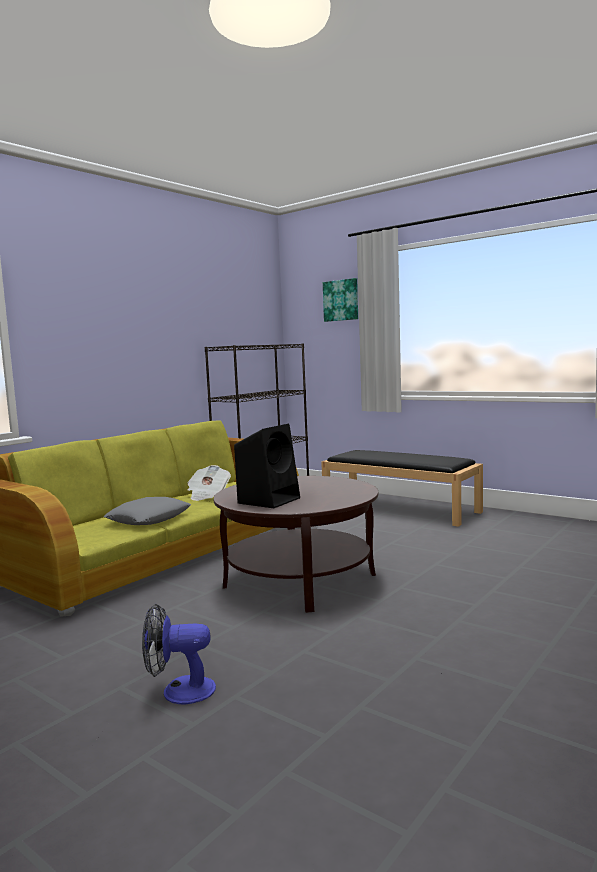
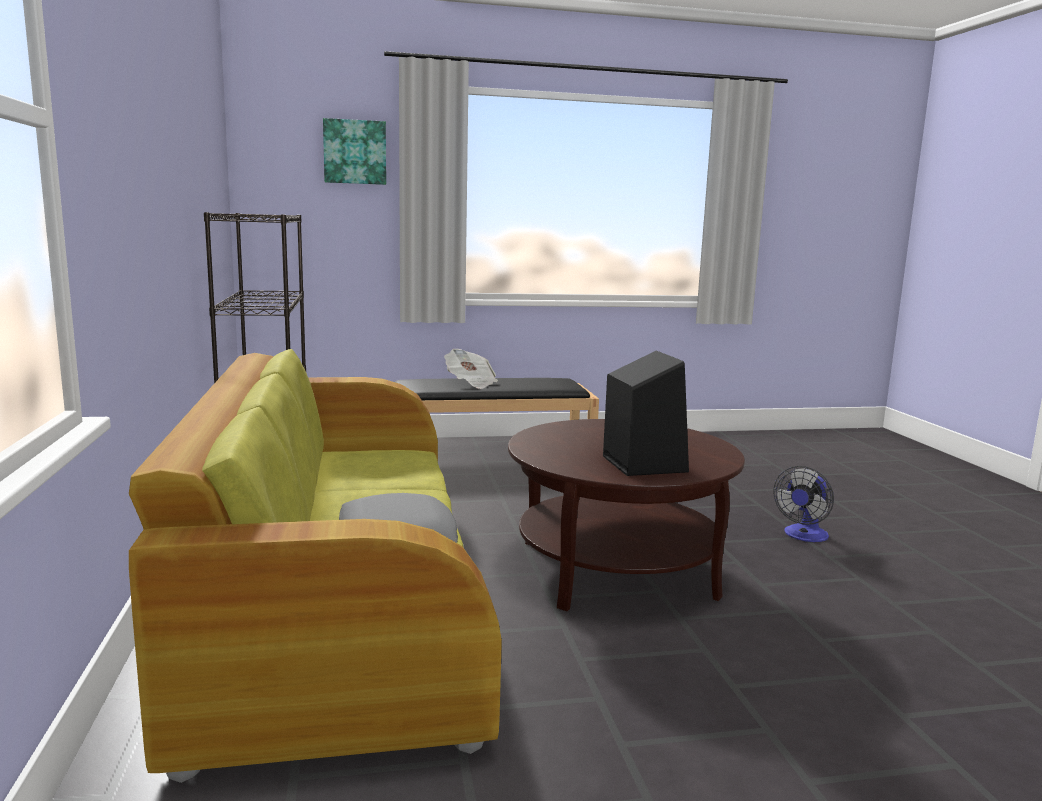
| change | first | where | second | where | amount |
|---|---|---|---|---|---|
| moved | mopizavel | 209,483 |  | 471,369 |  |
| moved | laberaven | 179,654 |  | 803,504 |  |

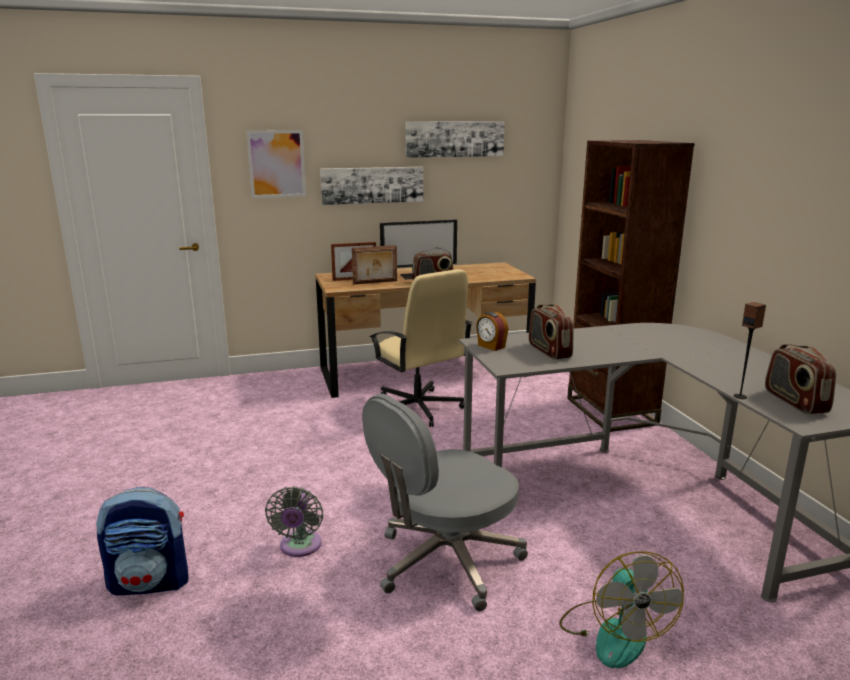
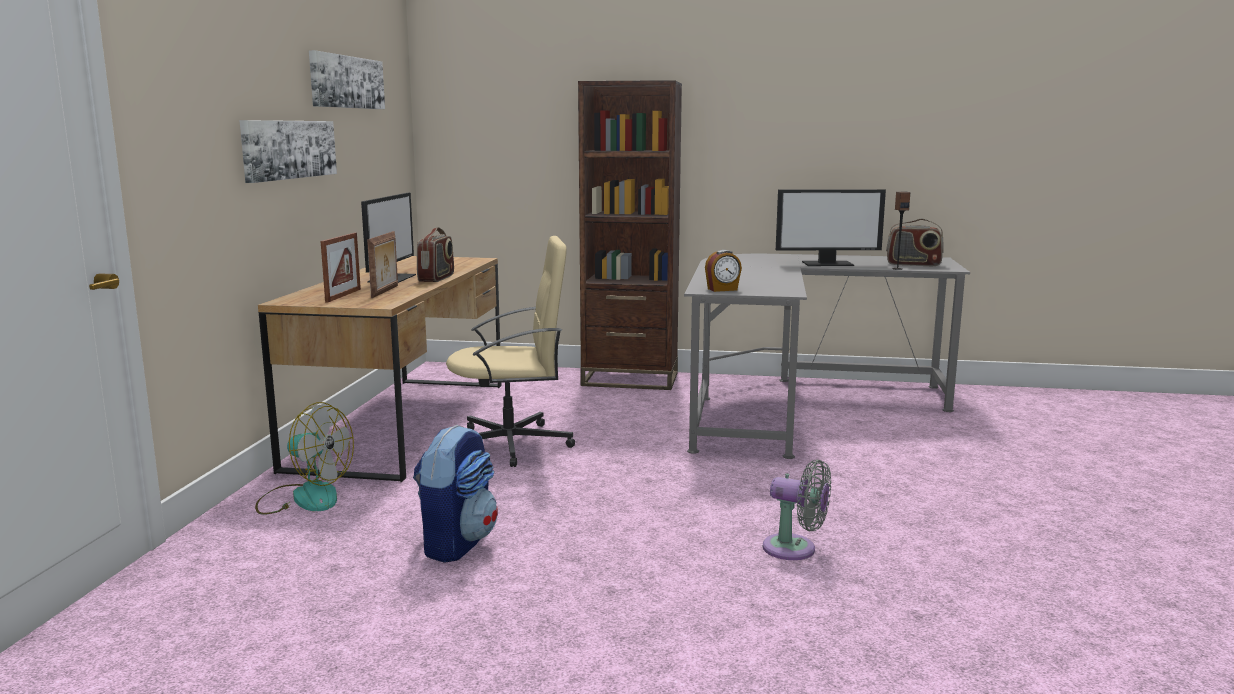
| change | first | where | second | where | amount |
|---|---|---|---|---|---|
| moved | laberaven | 621,609 |  | 304,458 |  |
| moved | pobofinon | 142,541 |  | 455,494 |  |
| added |  |  | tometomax | 831,227 |  |
| removed | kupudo | 276,164 |  |  |  |
| removed | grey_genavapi | 445,502 |  |  |  |
| removed | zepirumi | 551,332 |  |  |  |

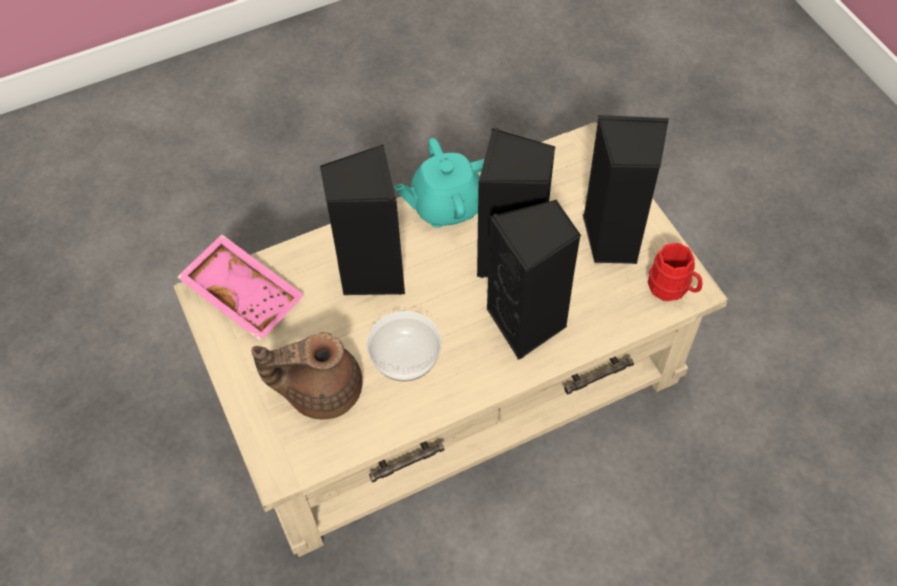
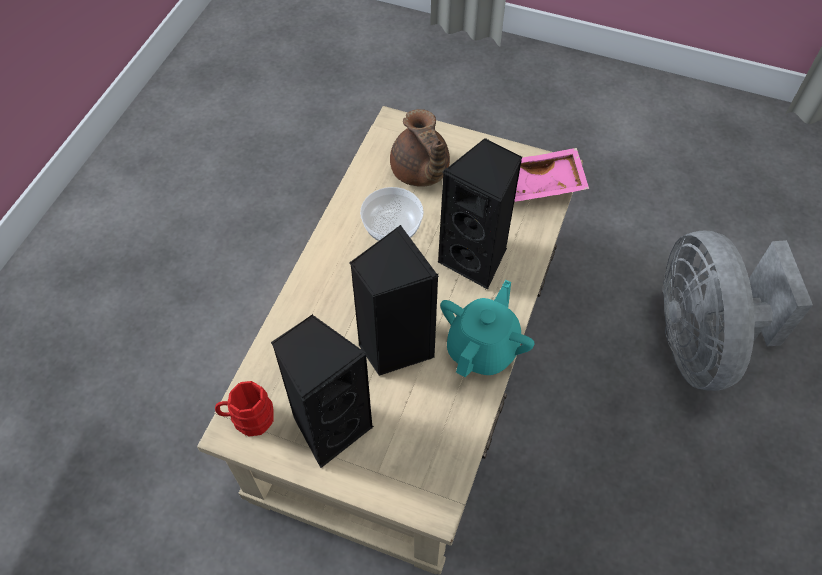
| change | first | where | second | where | amount |
|---|---|---|---|---|---|
| turned | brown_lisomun | 307,376 |  | 420,148 | 120 degrees clockwise |
| added |  |  | grey_laberaven | 737,310 |  |
| removed | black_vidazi | 534,280 |  |  |  |

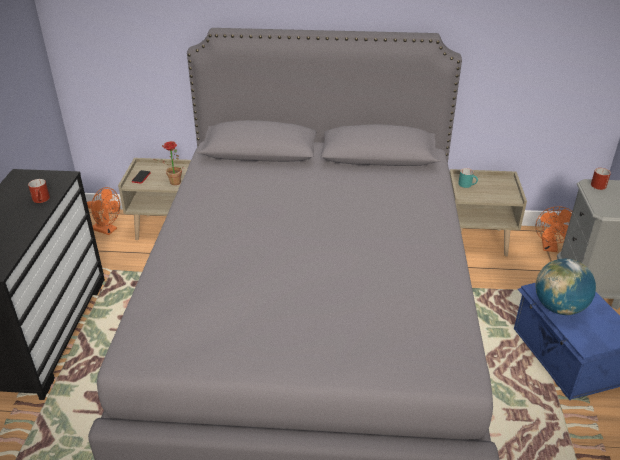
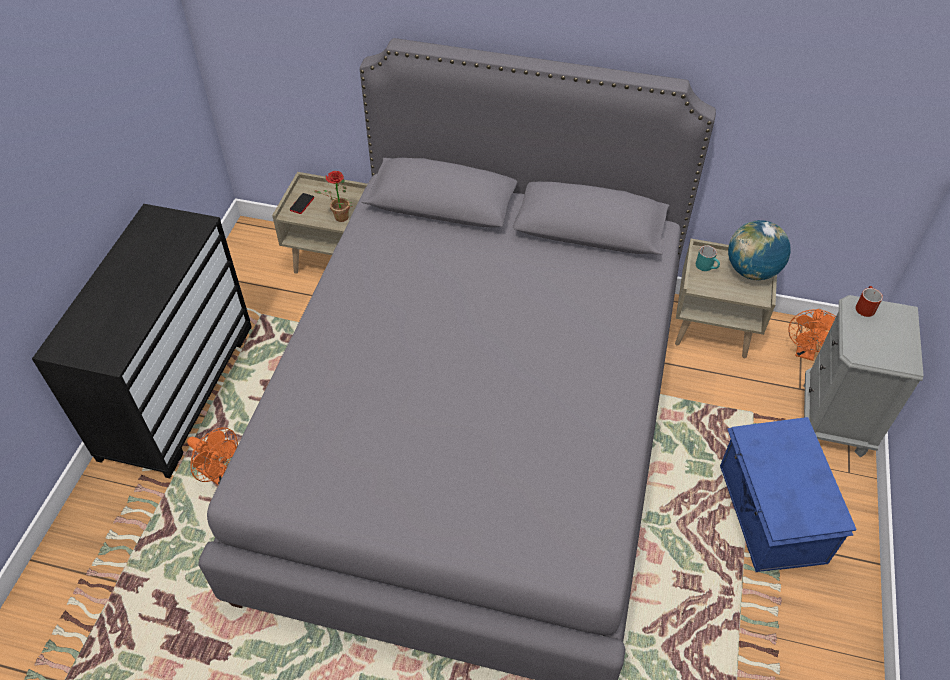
| change | first | where | second | where | amount |
|---|---|---|---|---|---|
| moved | orange_laberaven | 103,211 |  | 212,456 |  |
| moved | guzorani | 565,287 |  | 759,250 |  |
| removed | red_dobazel | 39,191 |  |  |  |

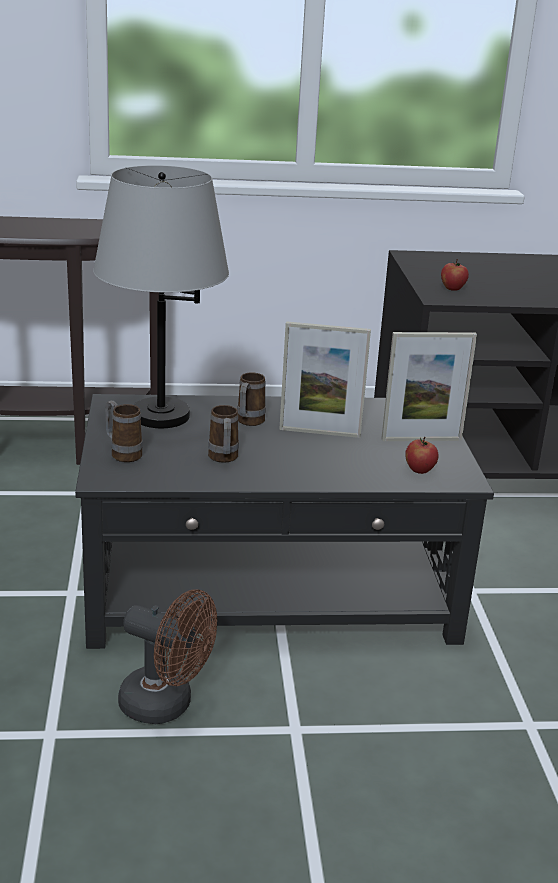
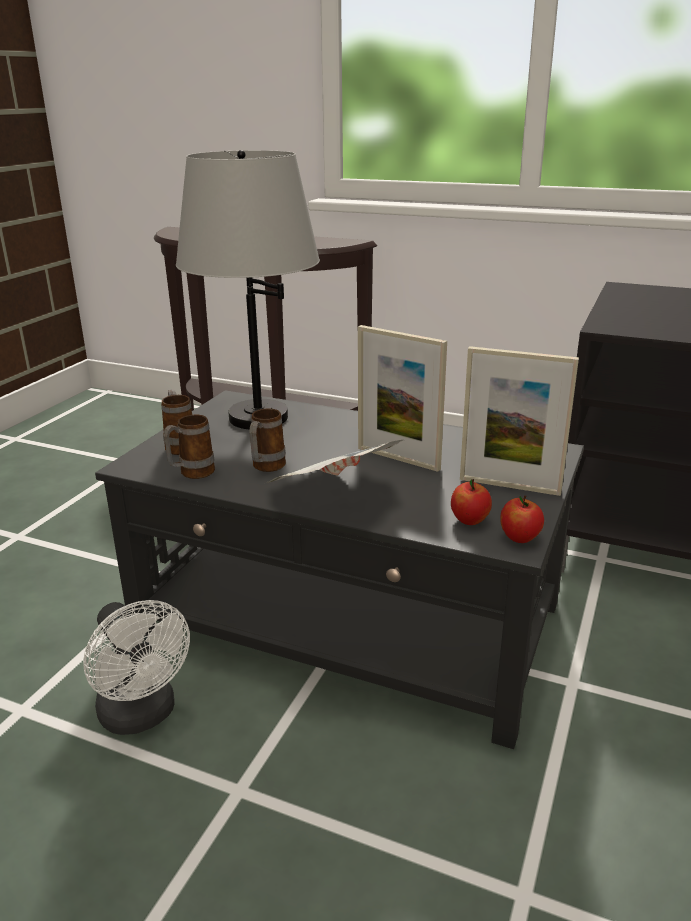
| change | first | where | second | where | amount |
|---|---|---|---|---|---|
| recoloured | brown_laberaven | 167,656 | white_laberaven | 136,667 |  |
| moved | dobazel | 251,399 |  | 189,447 |  |
| added |  |  | mopizavel | 335,461 |  |
| moved | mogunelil | 455,275 |  | 522,519 |  |

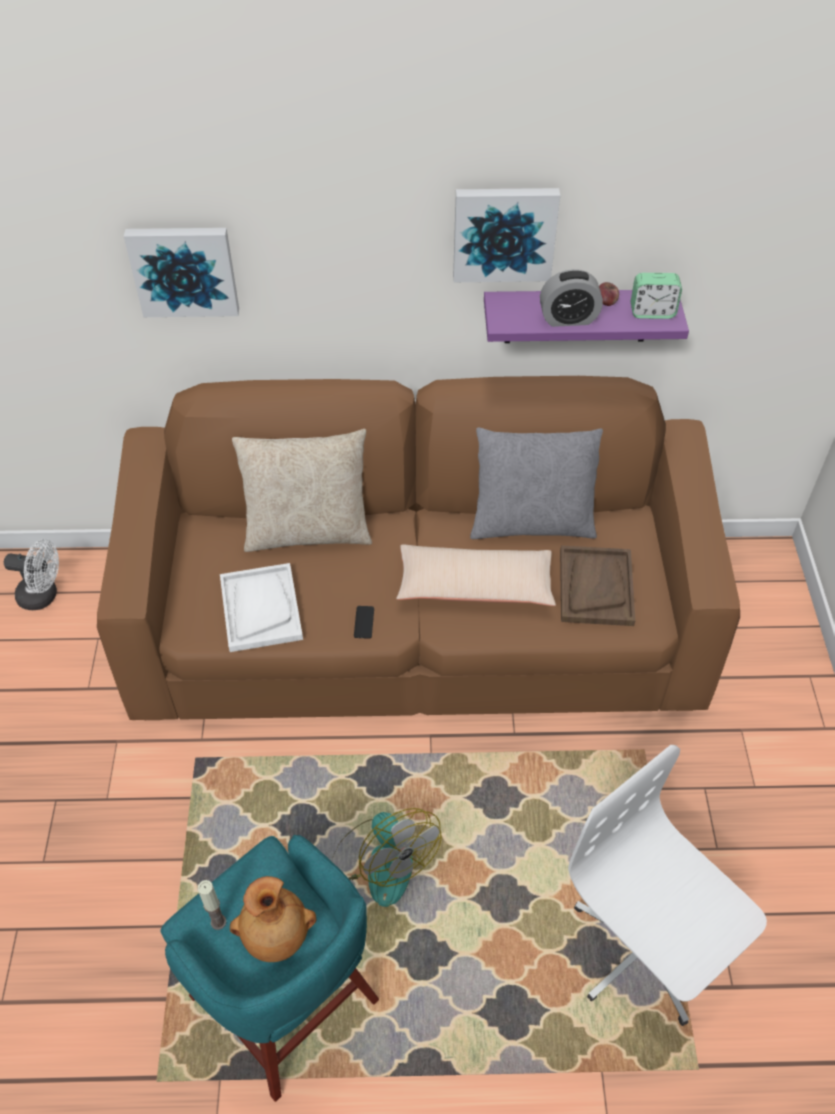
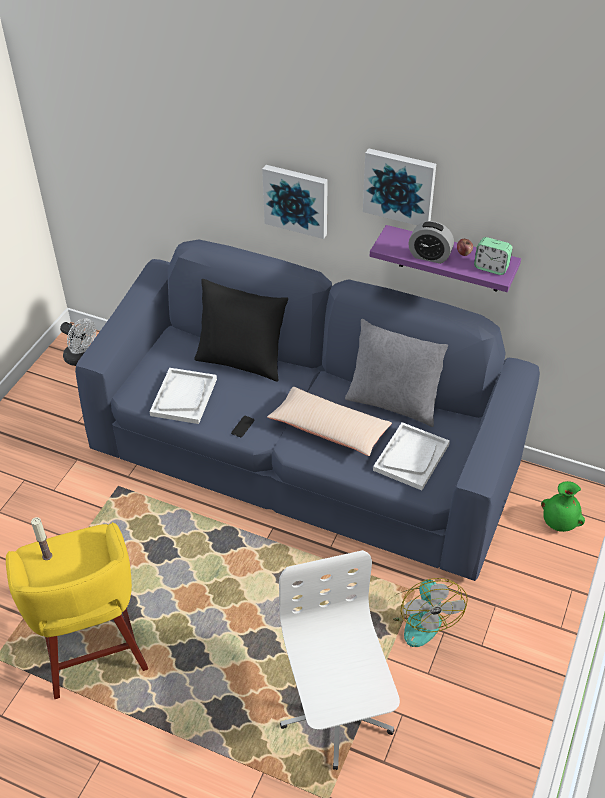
| change | first | where | second | where | amount |
|---|---|---|---|---|---|
| recoloured | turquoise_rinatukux | 270,968 | yellow_rinatukux | 77,610 |  |
| recoloured | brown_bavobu | 418,548 | blue_bavobu | 307,410 |  |
| recoloured | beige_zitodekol | 302,490 | black_zitodekol | 241,330 |  |
| moved | kupudo | 181,272 |  | 295,202 |  |
| recoloured | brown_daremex | 597,585 | white_daremex | 411,456 |  |
| moved | laberaven | 387,857 |  | 430,612 |  |
| added |  |  | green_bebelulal | 563,506 |  |
| removed | brown_bebelulal | 273,919 |  |  |  |

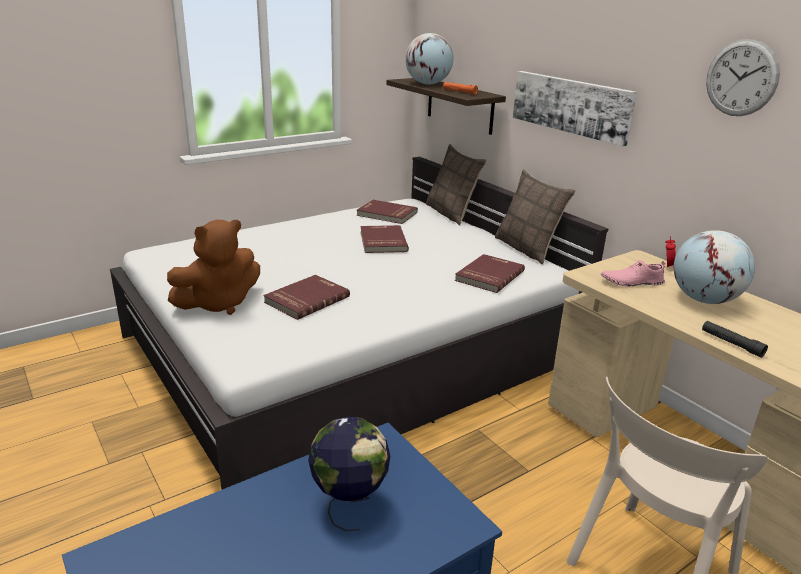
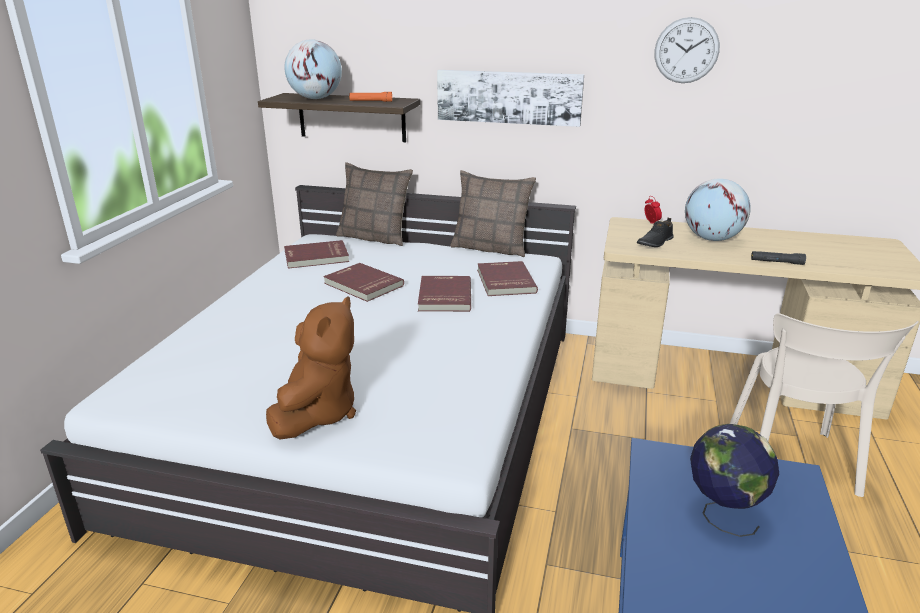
| change | first | where | second | where | amount |
|---|---|---|---|---|---|
| moved | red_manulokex | 306,297 |  | 444,294 |  |
| recoloured | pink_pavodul | 633,273 | black_pavodul | 655,232 |  |

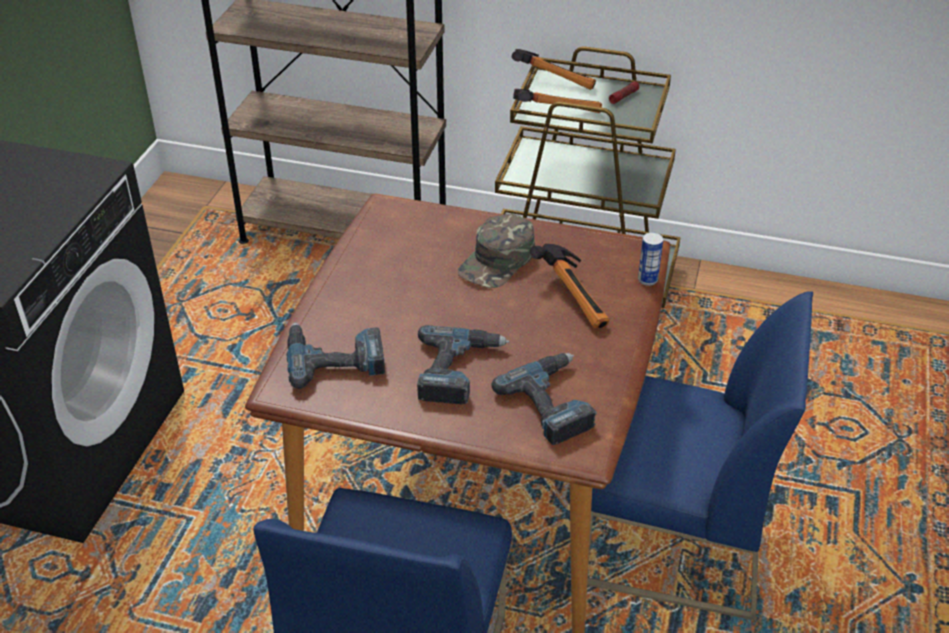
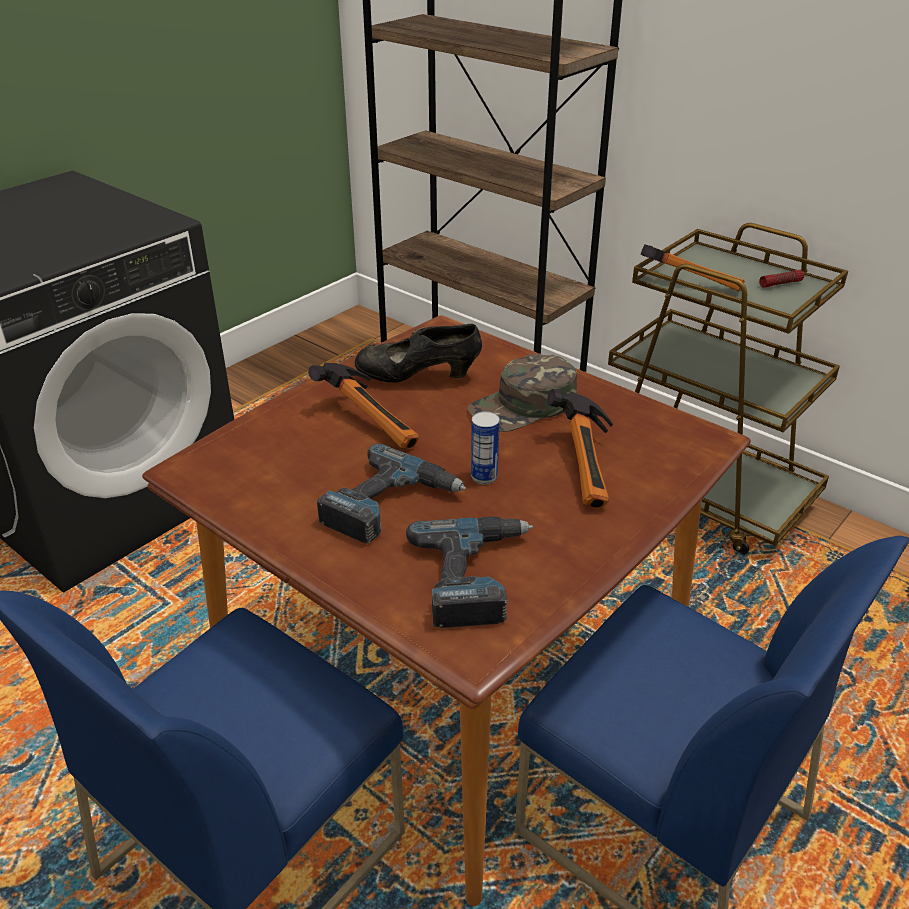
| change | first | where | second | where | amount |
|---|---|---|---|---|---|
| moved | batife | 554,69 |  | 363,406 |  |
| added |  |  | black_pavodul | 418,353 |  |
| moved | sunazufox | 650,259 |  | 485,447 |  |
| removed | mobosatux | 336,356 |  |  |  |

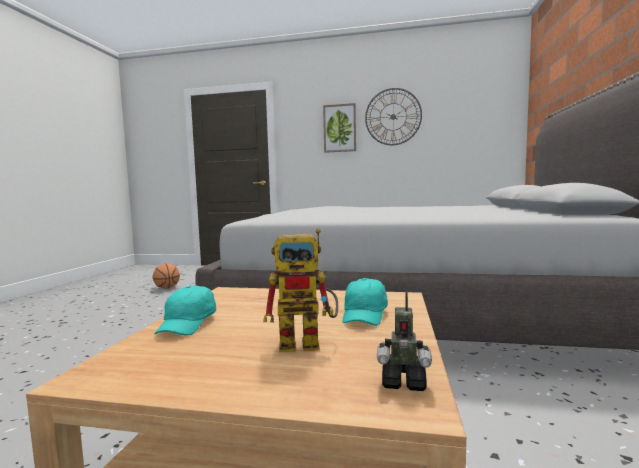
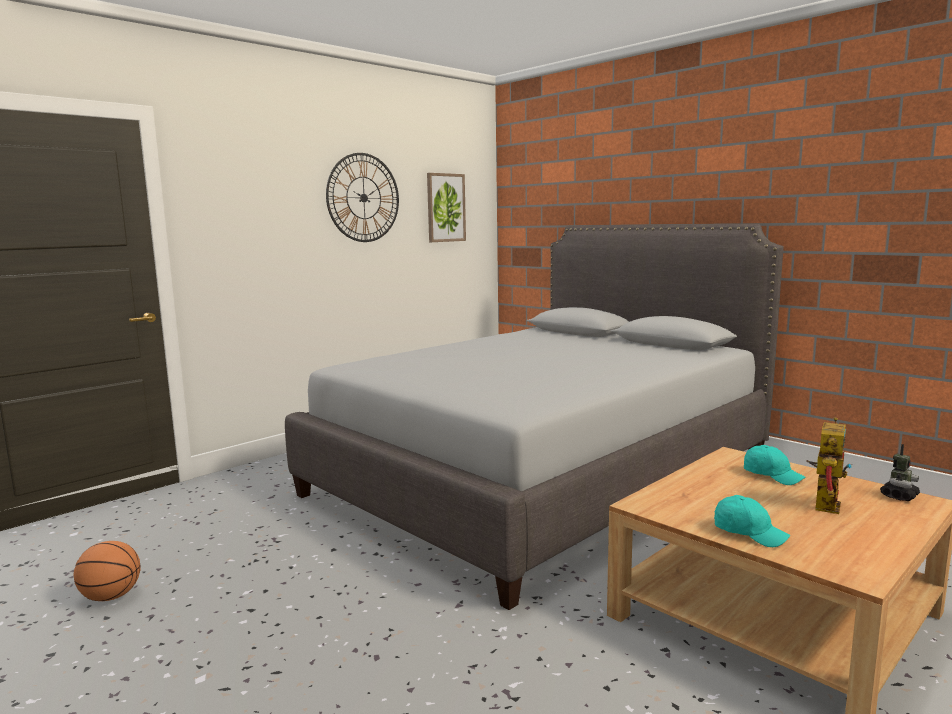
| change | first | where | second | where | amount |
|---|---|---|---|---|---|
| moved | kupudo | 339,128 |  | 446,207 |  |

